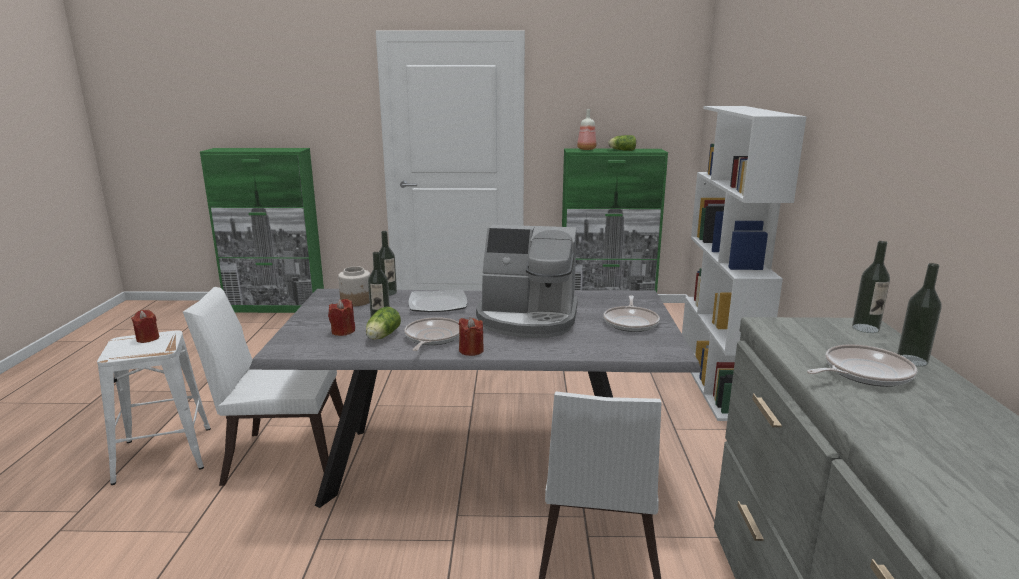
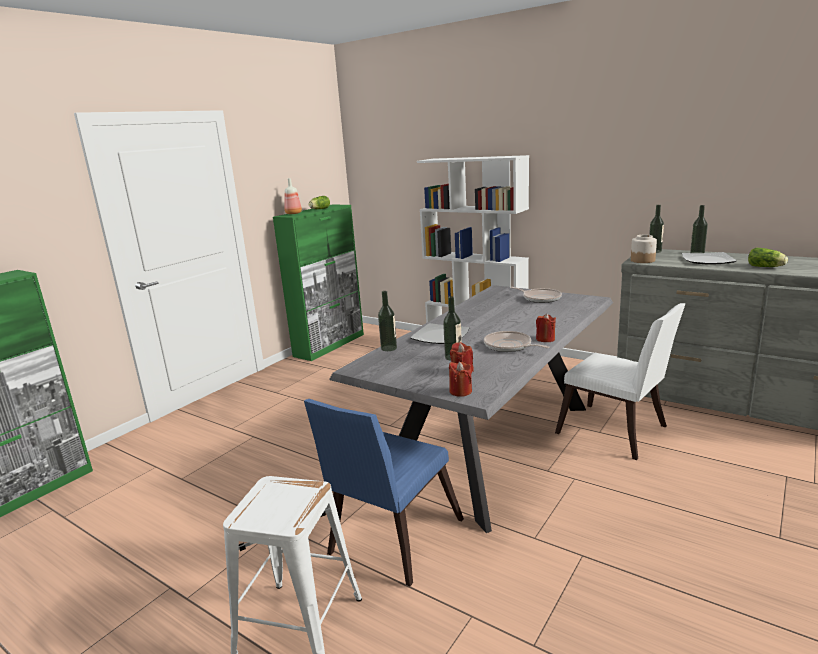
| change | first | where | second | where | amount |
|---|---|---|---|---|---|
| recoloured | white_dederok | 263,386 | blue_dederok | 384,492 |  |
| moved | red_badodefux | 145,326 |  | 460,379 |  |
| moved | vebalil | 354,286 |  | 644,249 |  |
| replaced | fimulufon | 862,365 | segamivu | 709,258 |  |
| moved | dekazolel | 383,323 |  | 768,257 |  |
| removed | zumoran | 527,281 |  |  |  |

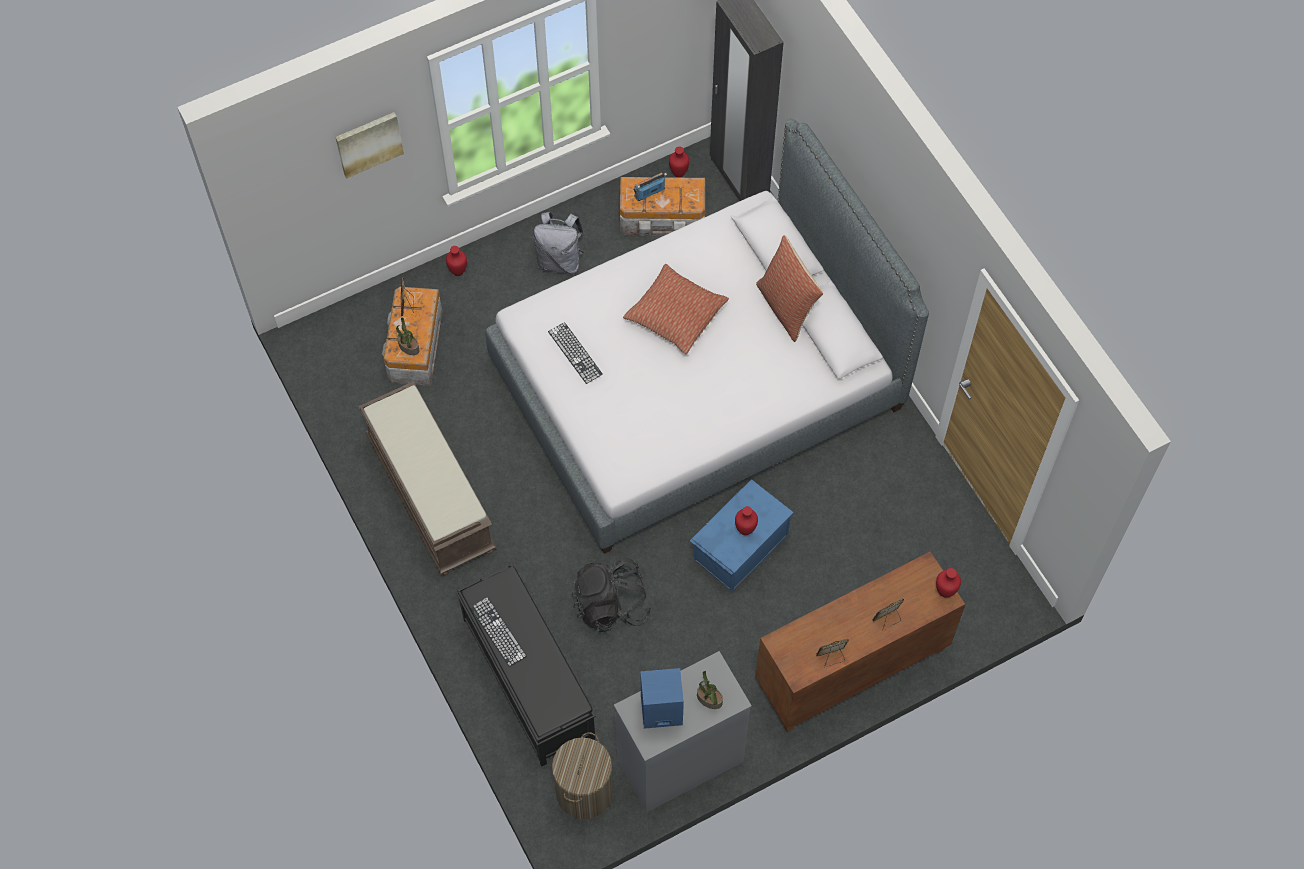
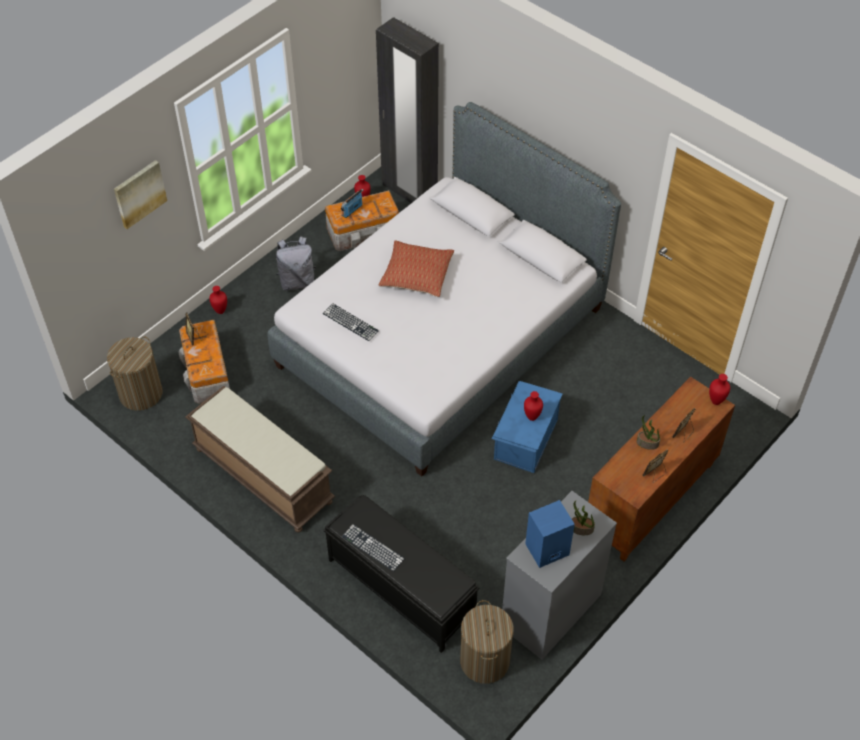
| change | first | where | second | where | amount |
|---|---|---|---|---|---|
| added |  |  | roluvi | 134,374 |  |
| moved | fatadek | 407,336 |  | 648,432 |  |
| removed | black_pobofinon | 612,595 |  |  |  |
| removed | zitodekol | 790,288 |  |  |  |

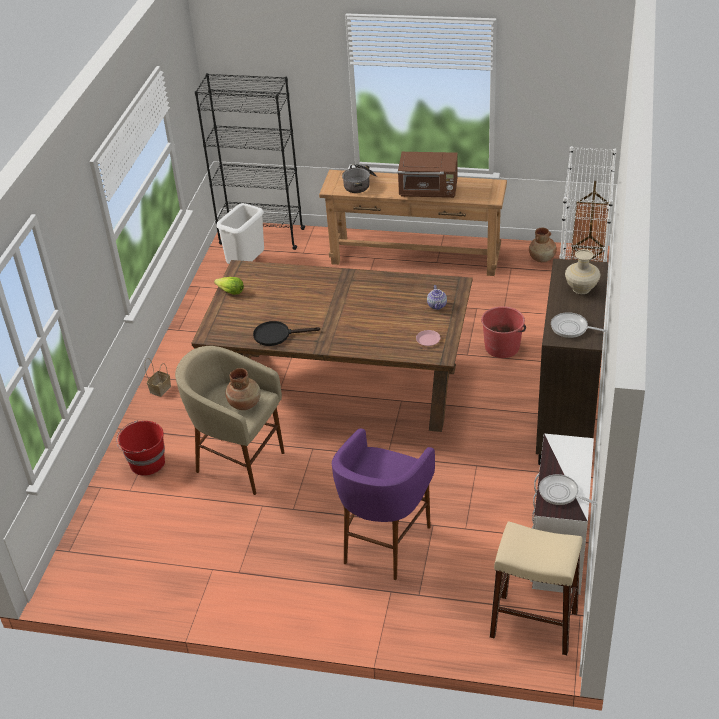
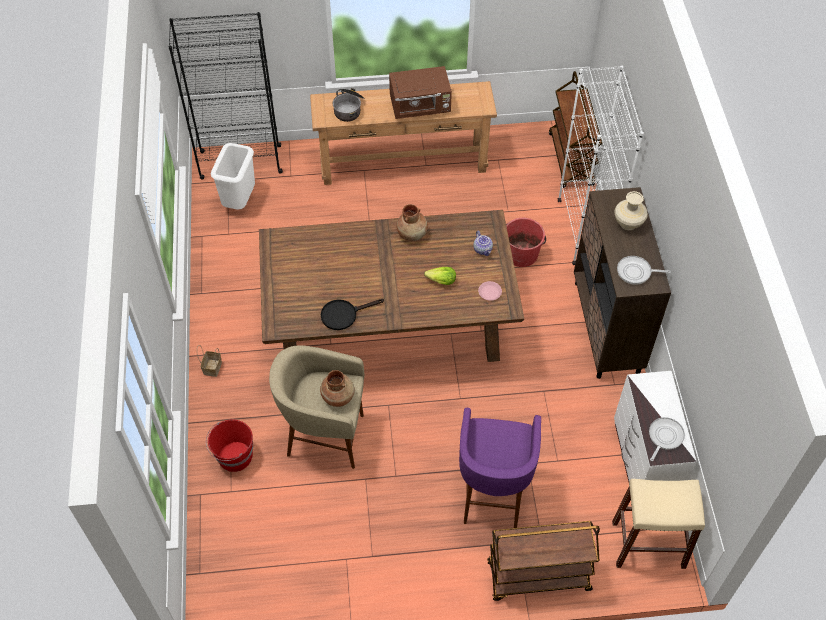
| change | first | where | second | where | amount |
|---|---|---|---|---|---|
| moved | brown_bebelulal | 543,245 |  | 412,222 |  |
| moved | dekazolel | 229,286 |  | 440,276 |  |
| added |  |  | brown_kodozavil | 543,561 |  |
| turned | fimulufon | 568,489 |  | 667,439 | 105 degrees clockwise |

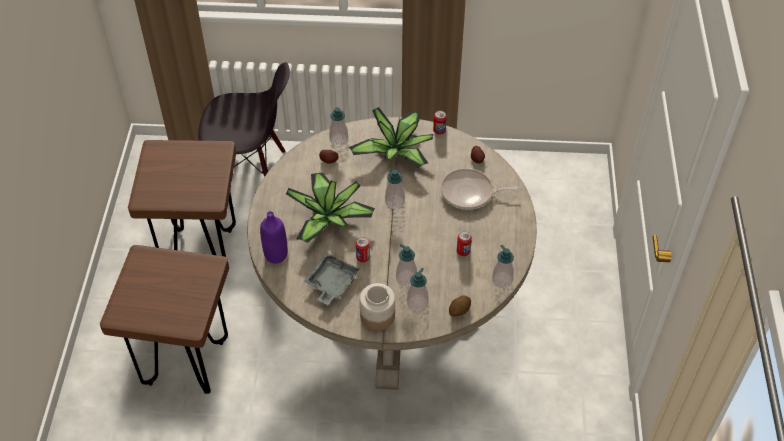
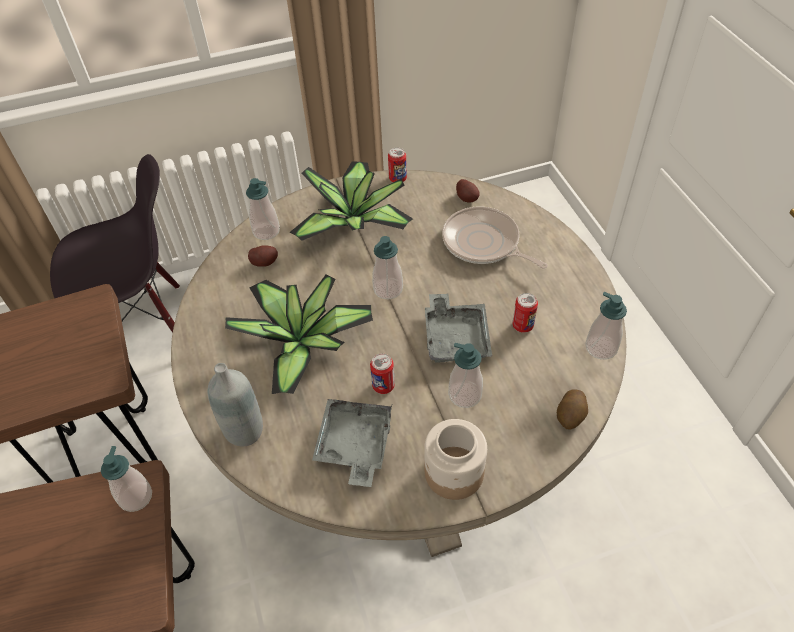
| change | first | where | second | where | amount |
|---|---|---|---|---|---|
| moved | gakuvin | 418,290 |  | 126,479 |  |
| recoloured | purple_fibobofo | 274,237 | grey_fibobofo | 235,404 |  |
| added |  |  | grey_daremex | 458,328 |  |
| turned | fimulufon | 480,189 |  | 495,238 | 60 degrees clockwise |

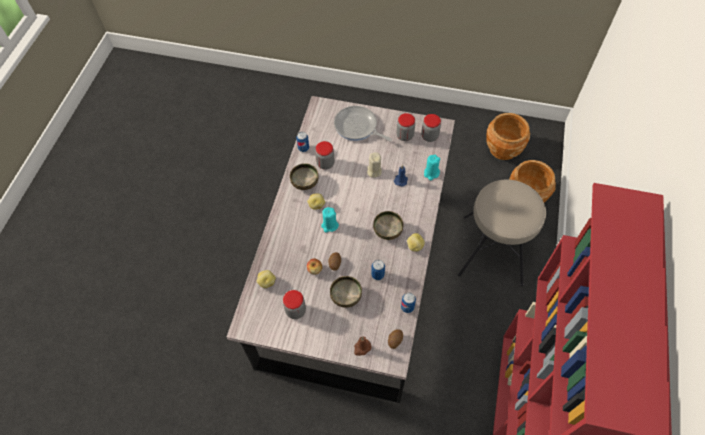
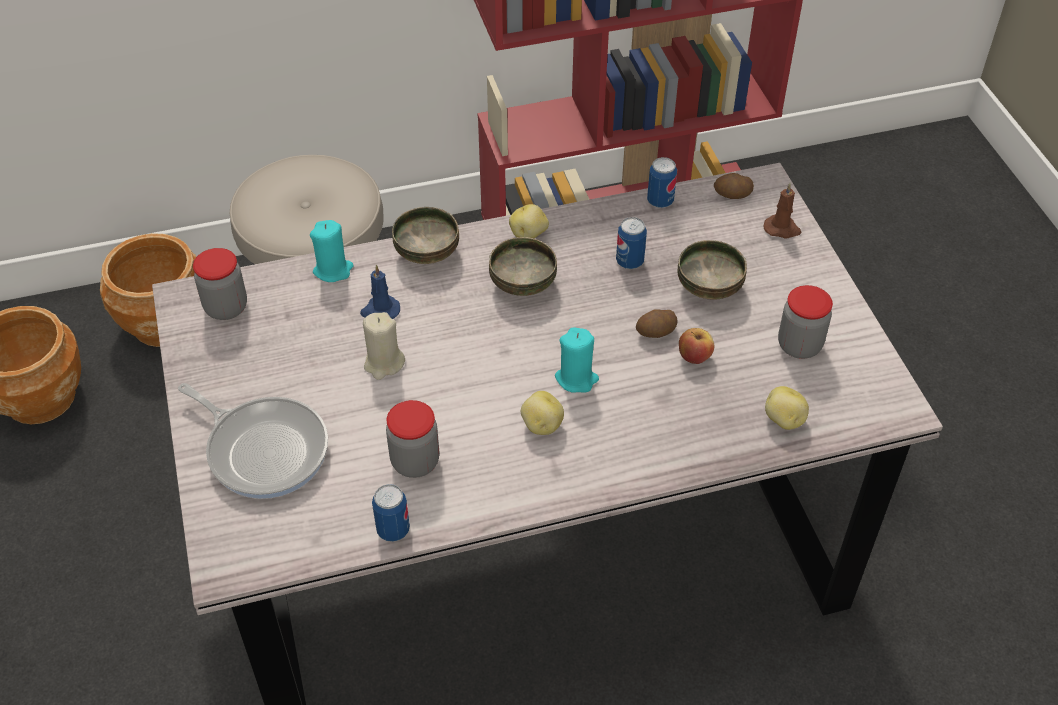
| change | first | where | second | where | amount |
|---|---|---|---|---|---|
| turned | fimulufon | 363,123 |  | 253,441 | 60 degrees counterclockwise |
| moved | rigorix | 304,176 |  | 425,235 |  |
| removed | vebalil | 405,127 |  |  |  |

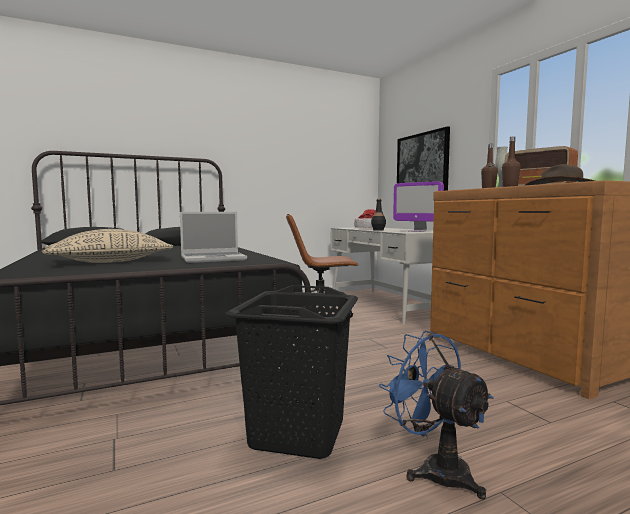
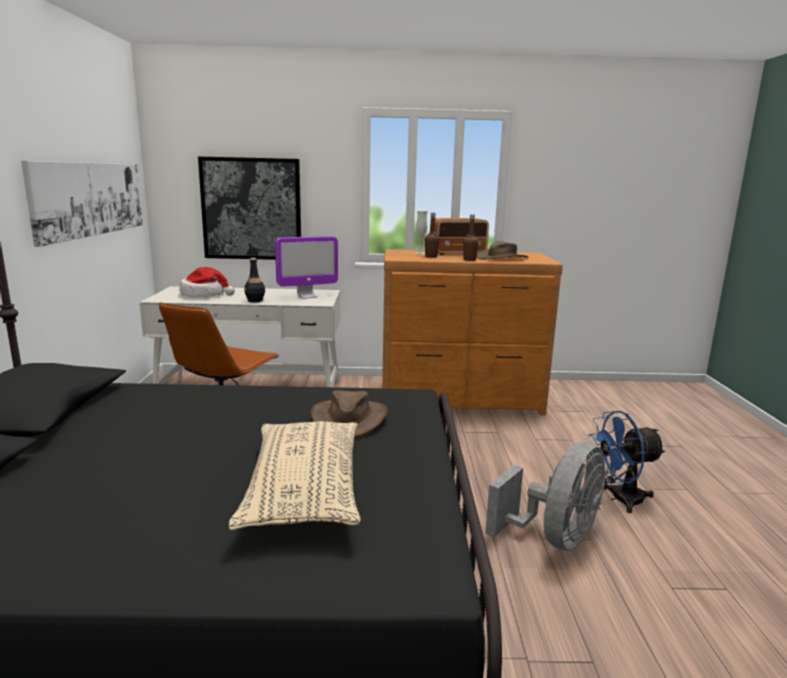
| change | first | where | second | where | amount |
|---|---|---|---|---|---|
| added |  |  | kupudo | 82,204 |  |
| replaced | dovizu | 213,237 | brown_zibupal | 349,414 |  |
| replaced | black_roluvi | 292,372 | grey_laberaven | 545,496 |  |

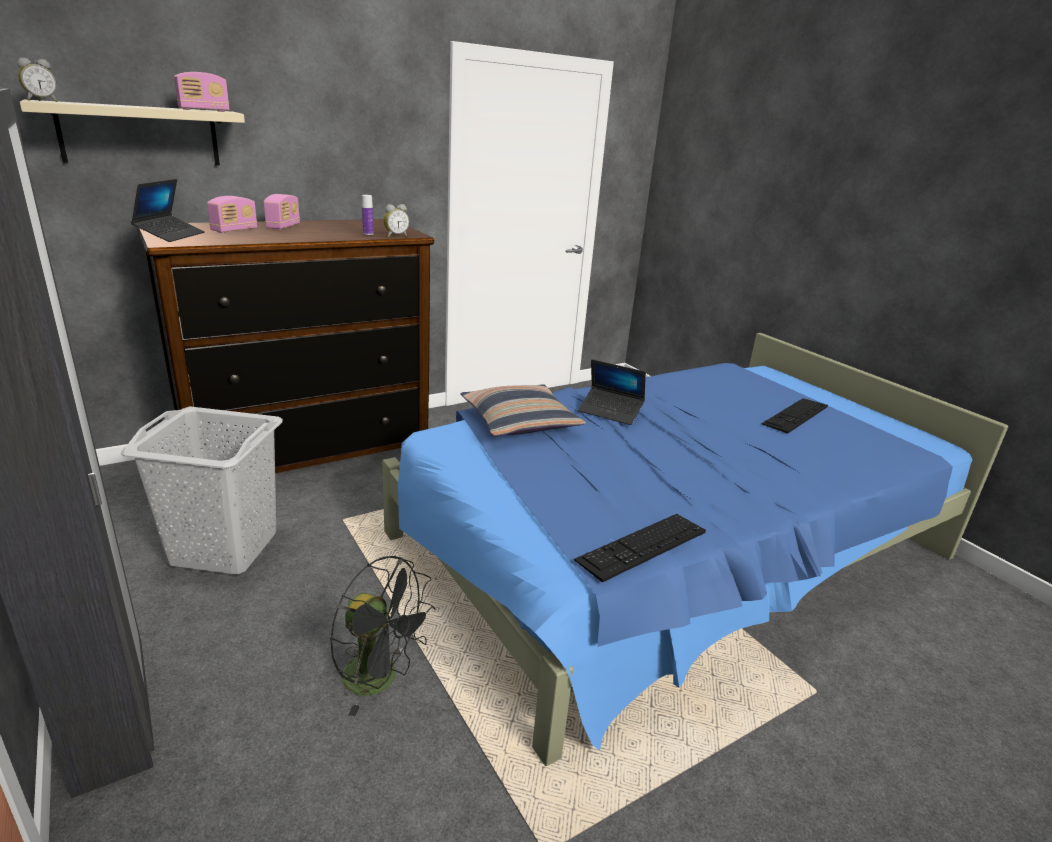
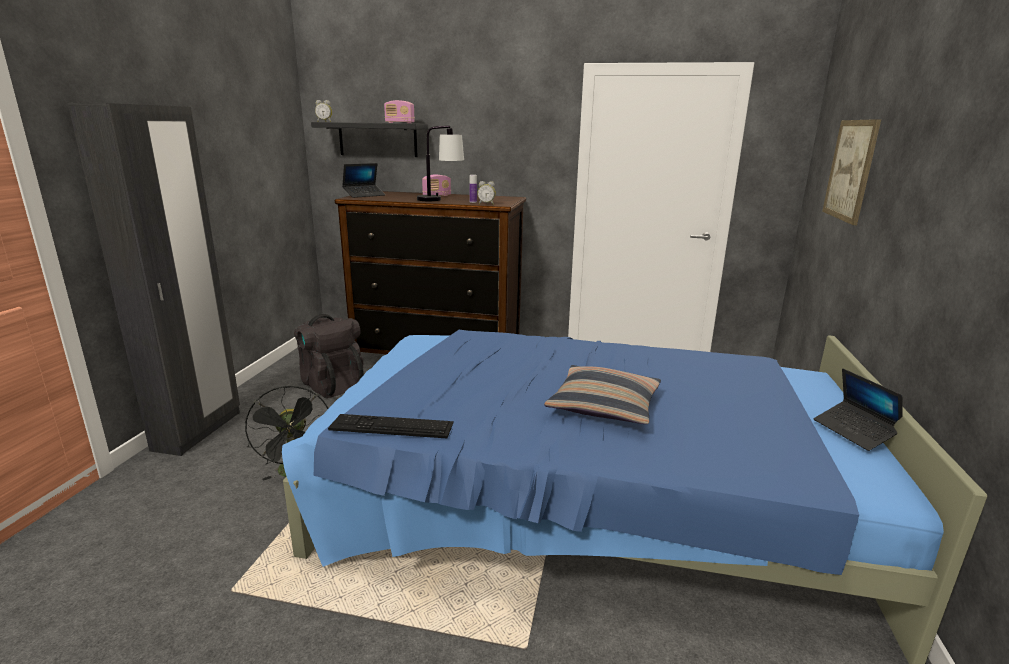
| change | first | where | second | where | amount |
|---|---|---|---|---|---|
| replaced | grey_roluvi | 201,490 | black_pobofinon | 329,356 |  |
| recoloured | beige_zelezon | 132,132 | black_zelezon | 369,139 |  |
| added |  |  | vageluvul | 440,163 |  |
| moved | zitodekol | 523,410 |  | 602,394 |  |
| moved | dovizu | 612,392 |  | 858,409 |  |
| added |  |  | kupudo | 851,172 |  |
| removed | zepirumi | 232,214 |  |  |  |
| removed | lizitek | 795,416 |  |  |  |

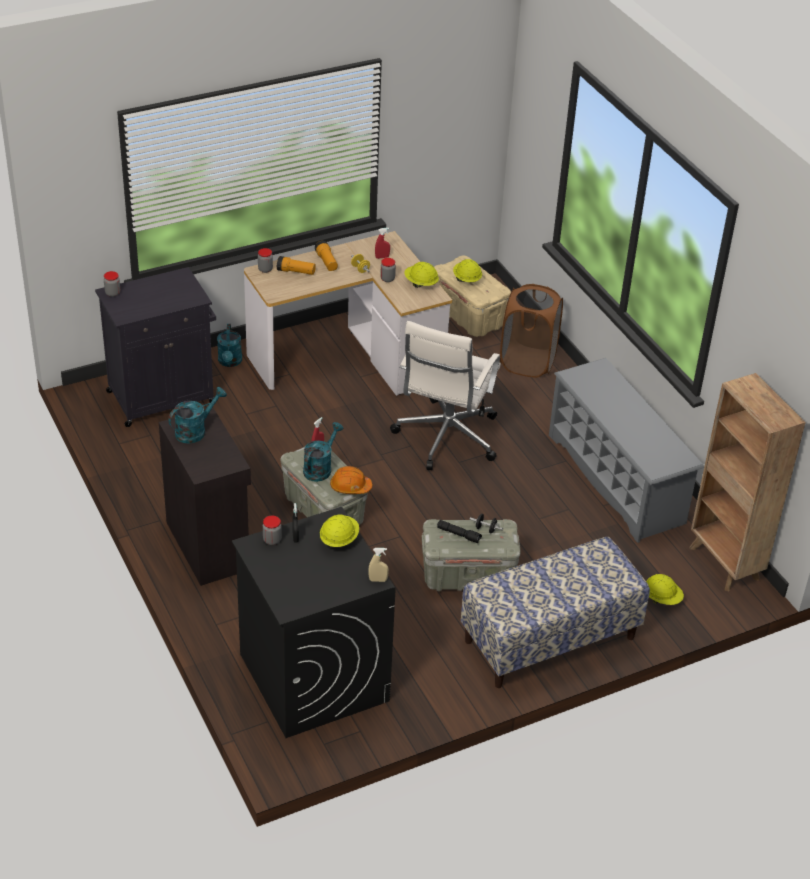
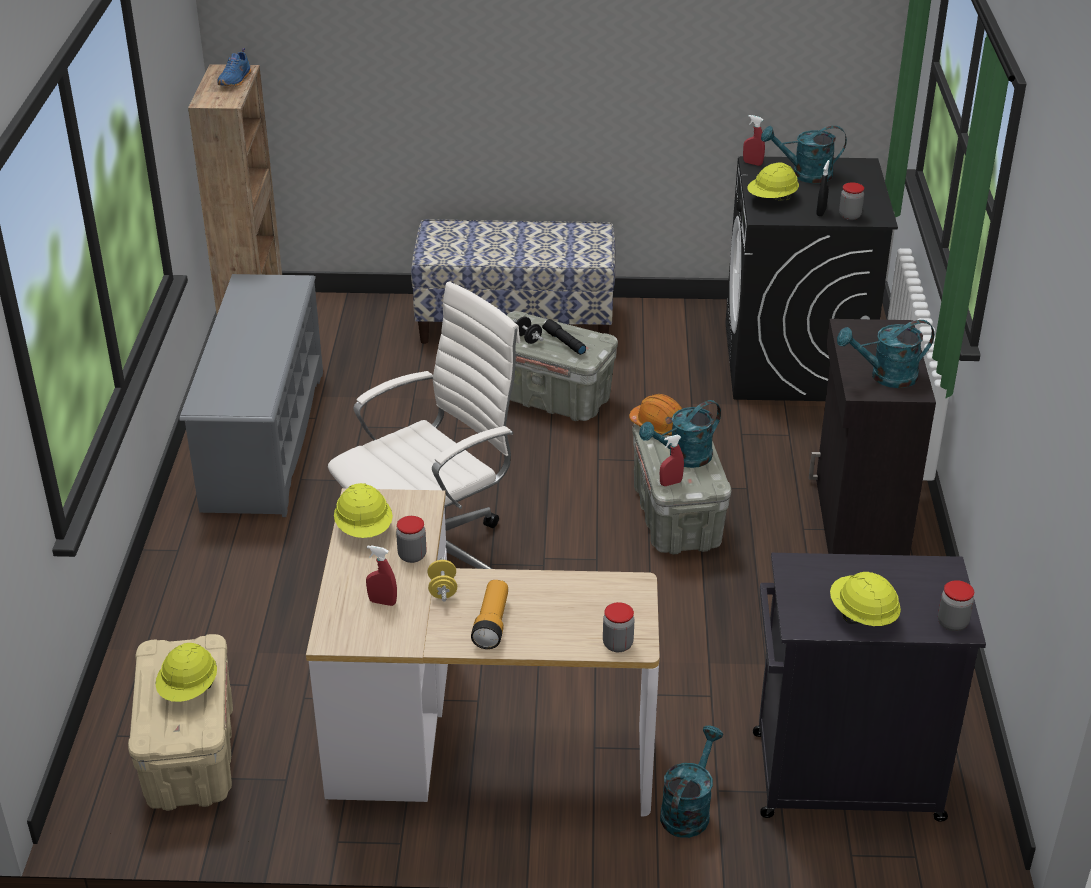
| change | first | where | second | where | amount |
|---|---|---|---|---|---|
| added |  |  | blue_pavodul | 234,67 |  |
| recoloured | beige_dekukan | 378,565 | red_dekukan | 754,140 |  |
| added |  |  | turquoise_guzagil | 804,154 |  |
| moved | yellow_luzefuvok | 665,589 |  | 865,599 |  |
| removed | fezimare | 296,265 |  |  |  |
| removed | brown_roluvi | 531,331 |  |  |  |

